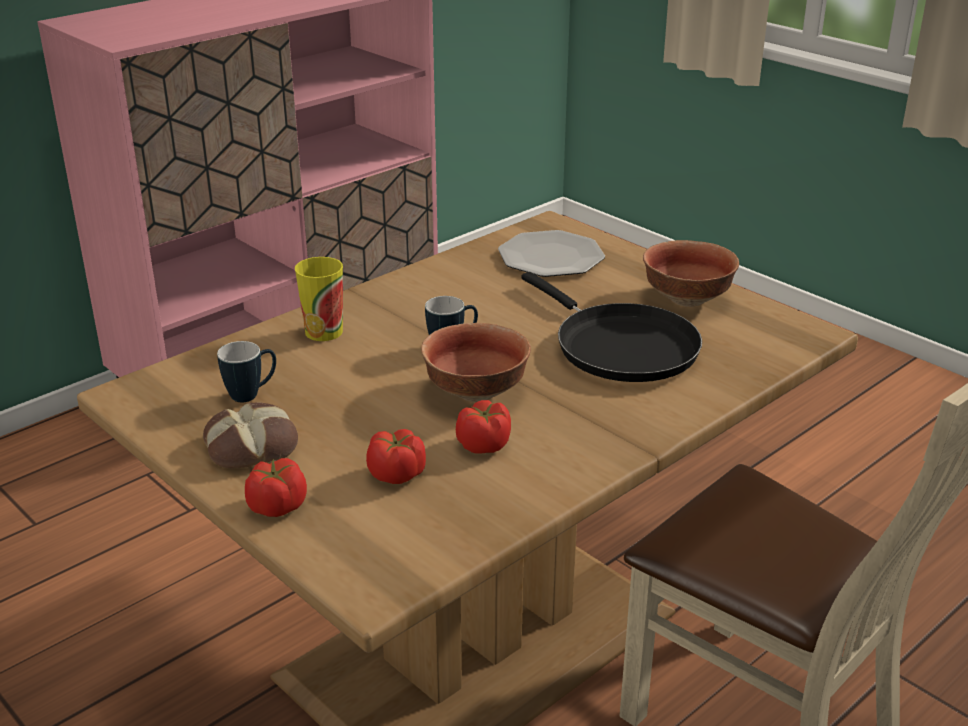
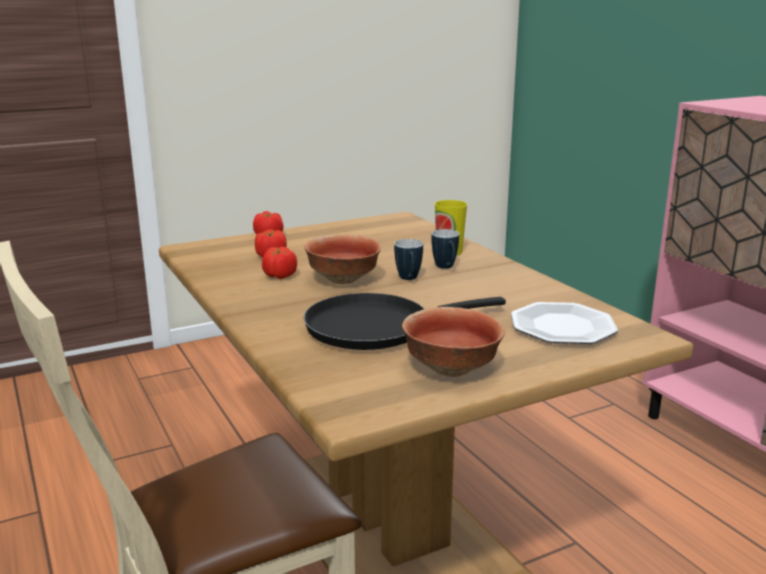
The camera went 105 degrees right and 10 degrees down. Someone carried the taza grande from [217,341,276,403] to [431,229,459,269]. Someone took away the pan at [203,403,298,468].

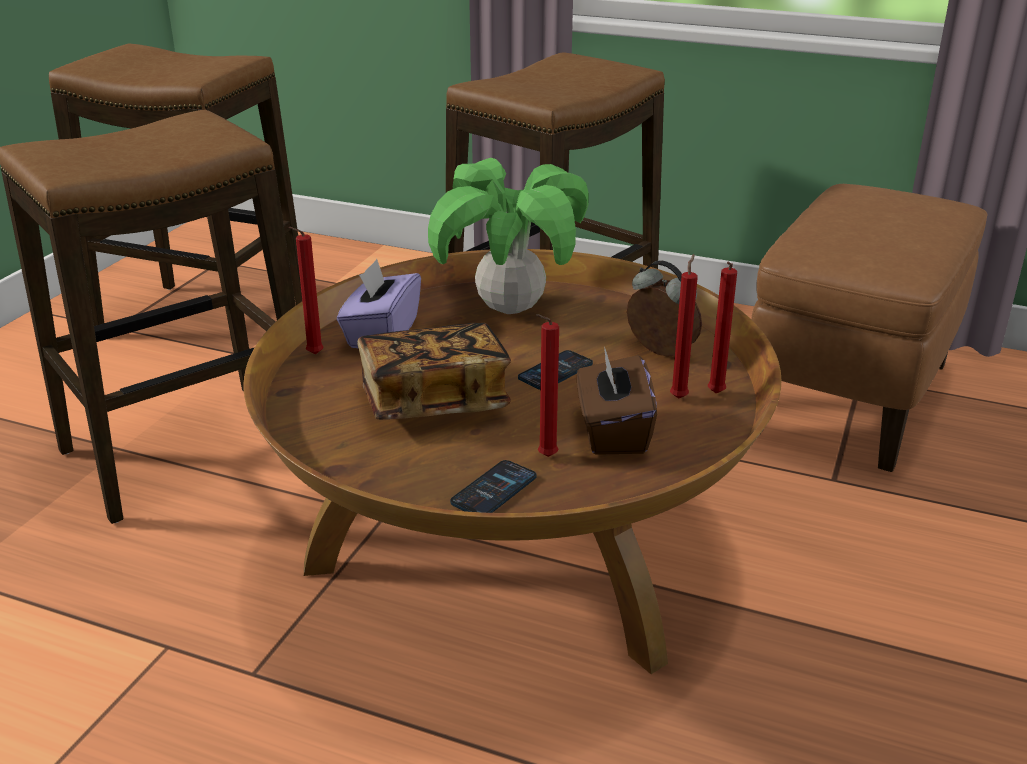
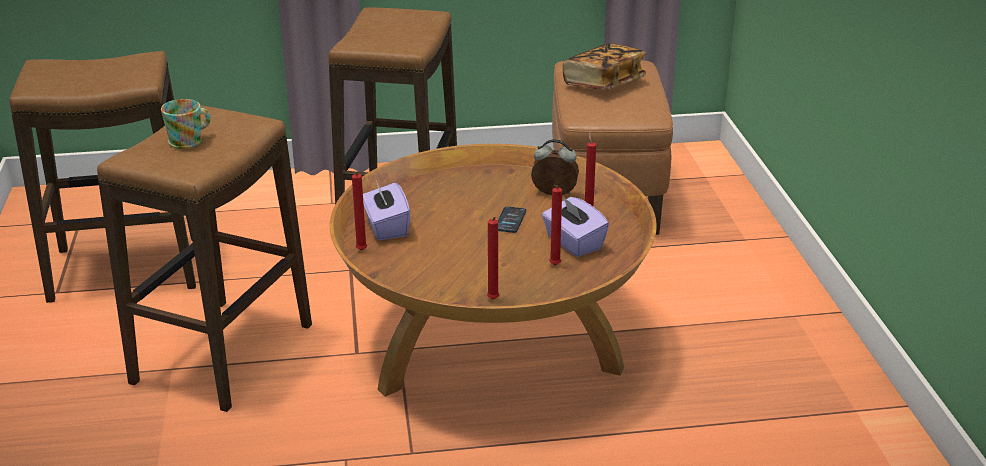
The camera went 30 degrees left and 0 degrees up. Someone put down the taza grande at [161,99,211,149]. Someone carried the vela [rojo] from [708,262,737,393] to [487,217,499,299]. Someone repainted the caja de pañuelos [marrón] at [577,346,657,455], which became the caja de pañuelos [morado] at [542,196,609,257]. Someone carried the libro from [357,323,511,420] to [563,43,646,90]. Someone took away the planta en maceta at [428,158,588,314]. Someone took away the móvil at [450,460,536,513].

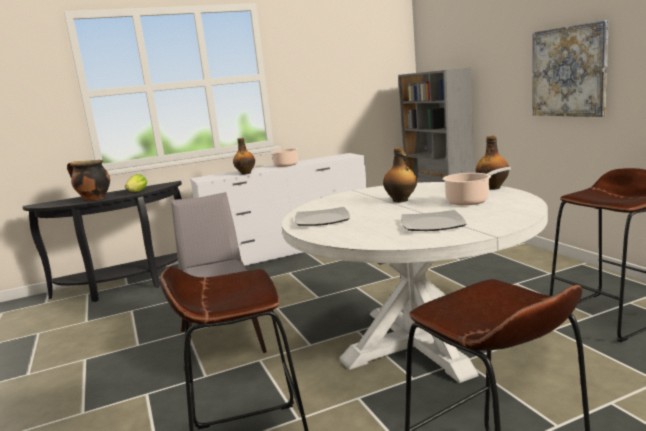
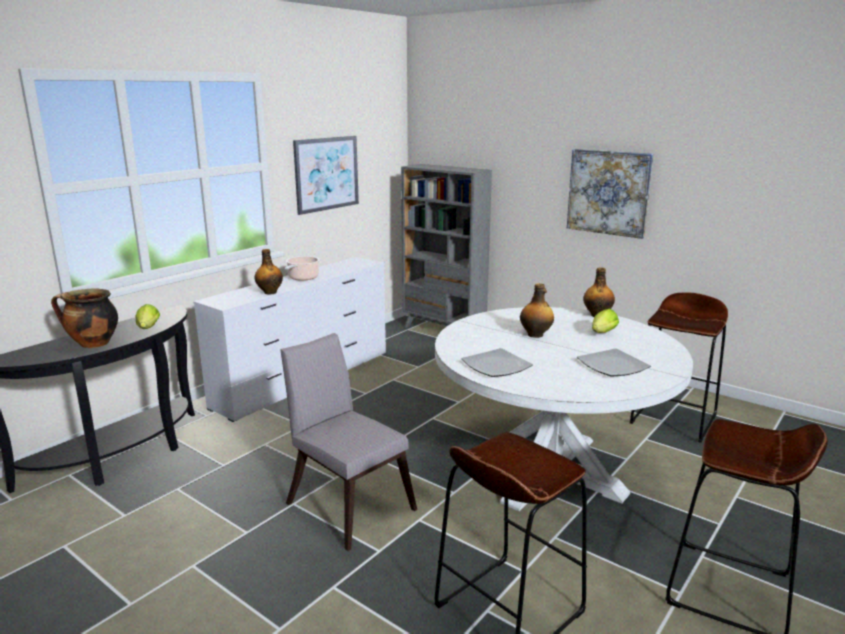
The camera went 30 degrees left and 5 degrees up. Someone put up the cuadro at [293,136,359,215]. Someone swapped the olla at [443,167,511,205] for the lechuga at [592,309,619,333].

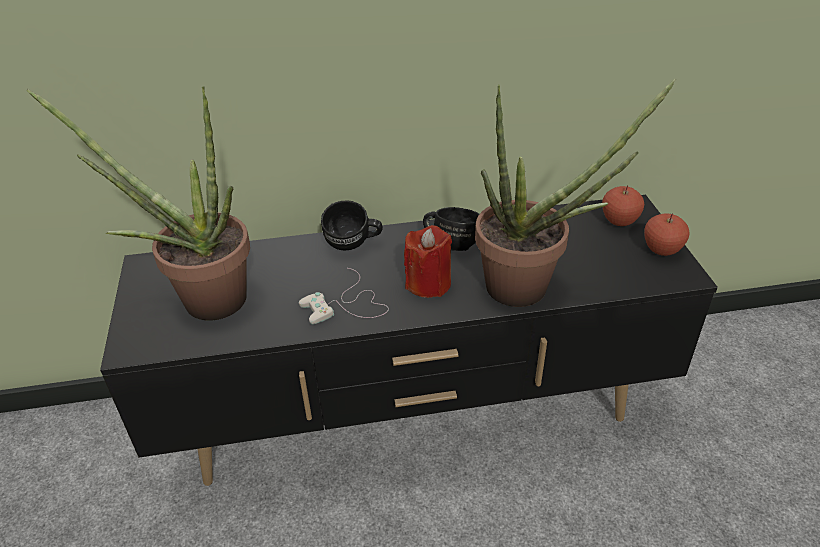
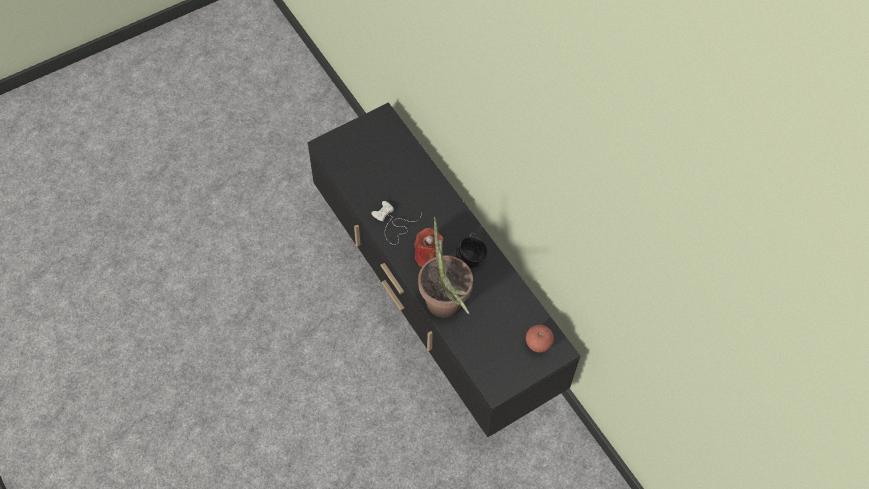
The camera went 65 degrees right and 20 degrees up. Someone took away the planta en maceta at [26,86,250,321]. Someone took away the taza grande [negro] at [321,201,383,250]. Someone took away the manzana at [644,213,690,256].

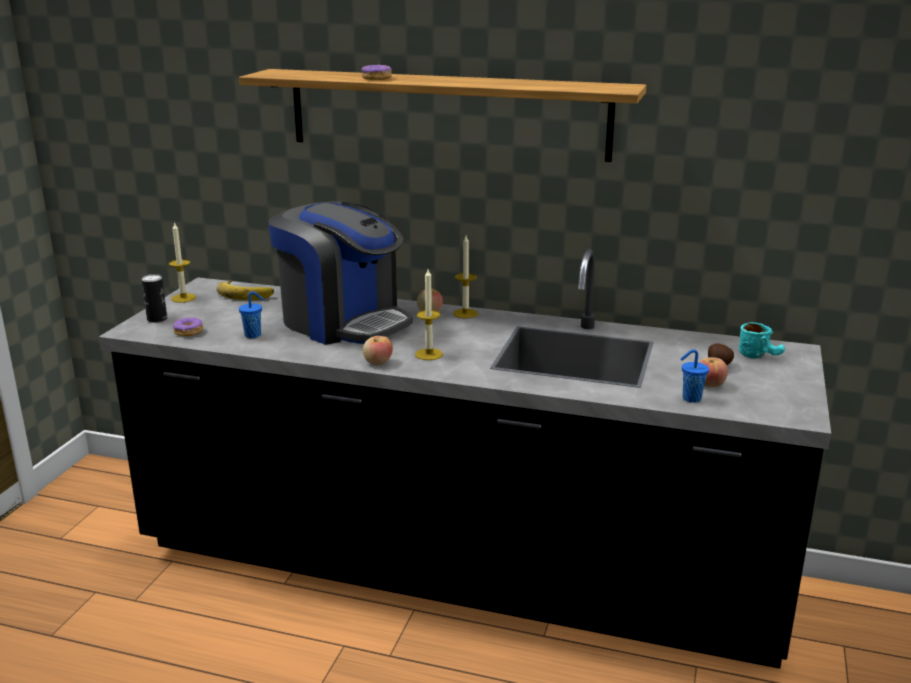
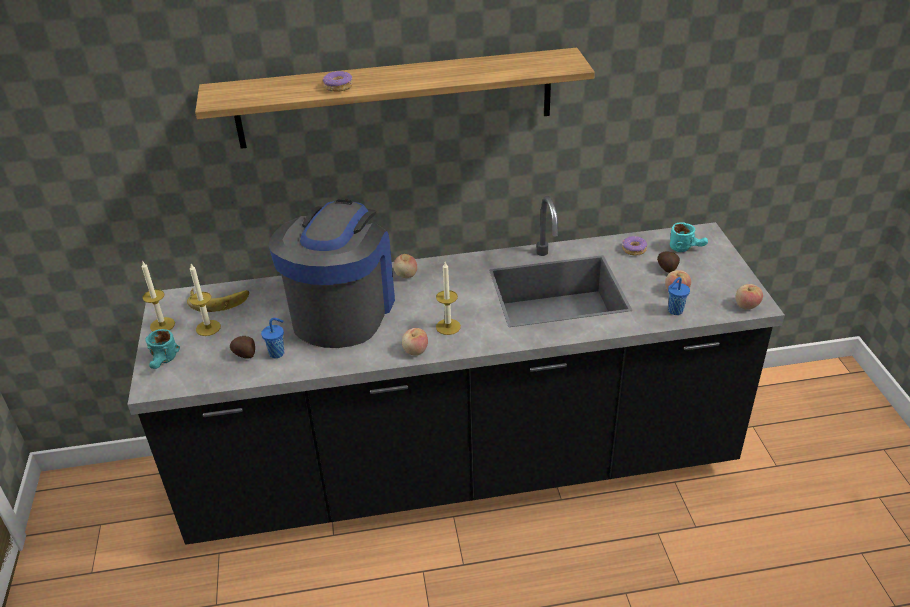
The camera went 25 degrees left and 15 degrees up. Someone swapped the lata at [142,274,167,323] for the taza grande [turquesa] at [145,329,180,369]. Someone carried the vela from [453,236,478,318] to [190,264,221,336]. Someone put down the patata at [230,336,255,359]. Someone rotated the cafetera at [268,201,413,345] by 90 degrees counterclockwise. Someone carried the rosquilla from [173,318,203,337] to [622,236,647,256]. Someone put down the manzana at [736,284,763,309].

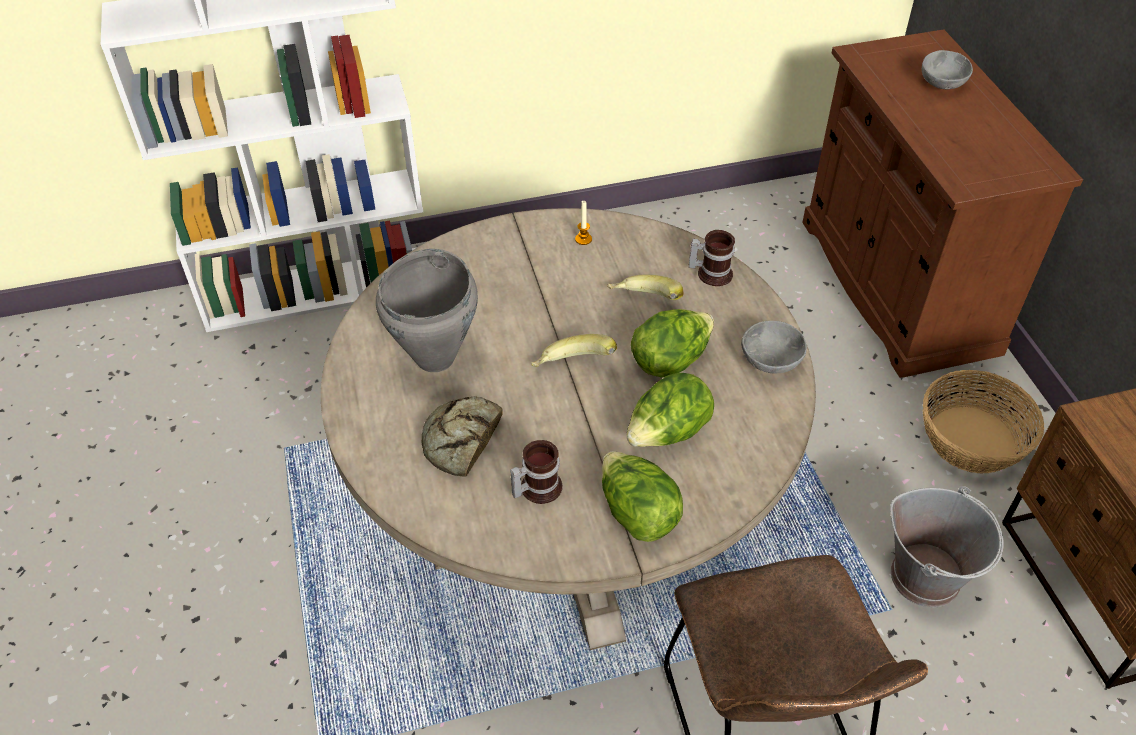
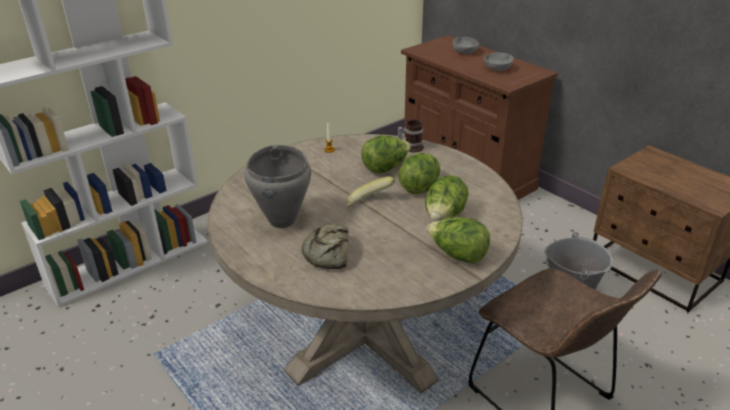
The camera went 25 degrees left and 15 degrees down. Someone swapped the plátano at [607,275,683,300] for the lechuga at [361,135,411,173]. Someone carried the cuenco [gris] from [741,321,807,373] to [484,53,514,71]. Someone took away the taza grande at [510,440,563,504]. Someone took away the cesta at [923,370,1044,474].

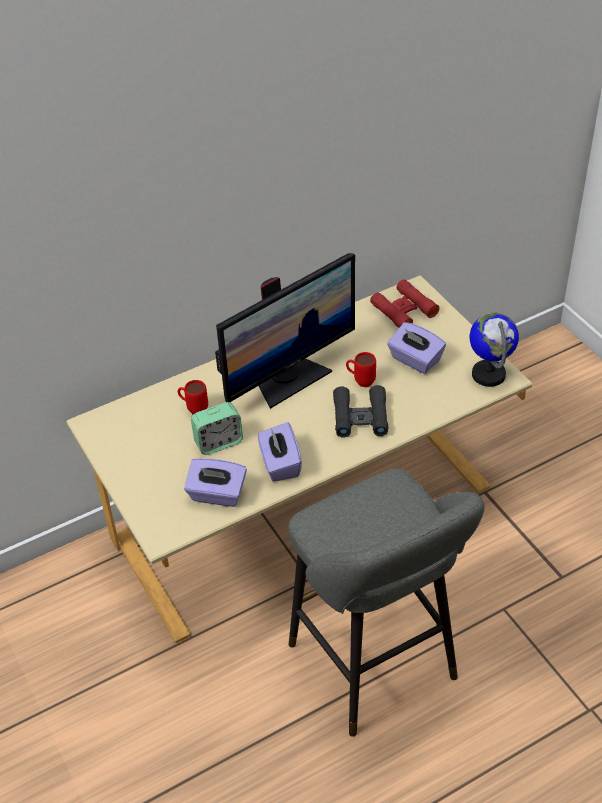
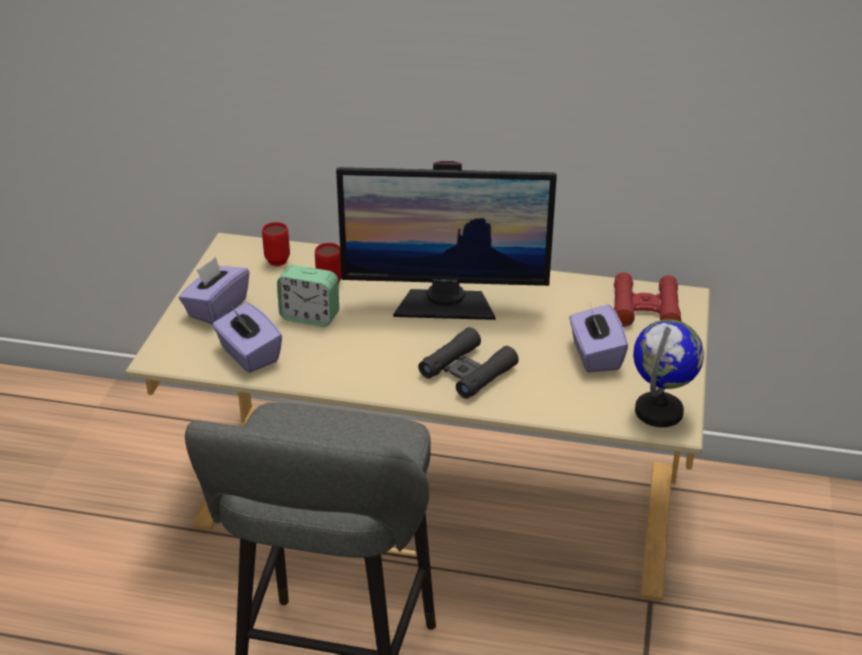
The camera went 40 degrees right and 10 degrees down. Someone carried the caja de pañuelos [morado] from [258,422,302,482] to [179,257,249,324]. Someone carried the taza grande [rojo] from [346,352,376,387] to [262,222,290,266].

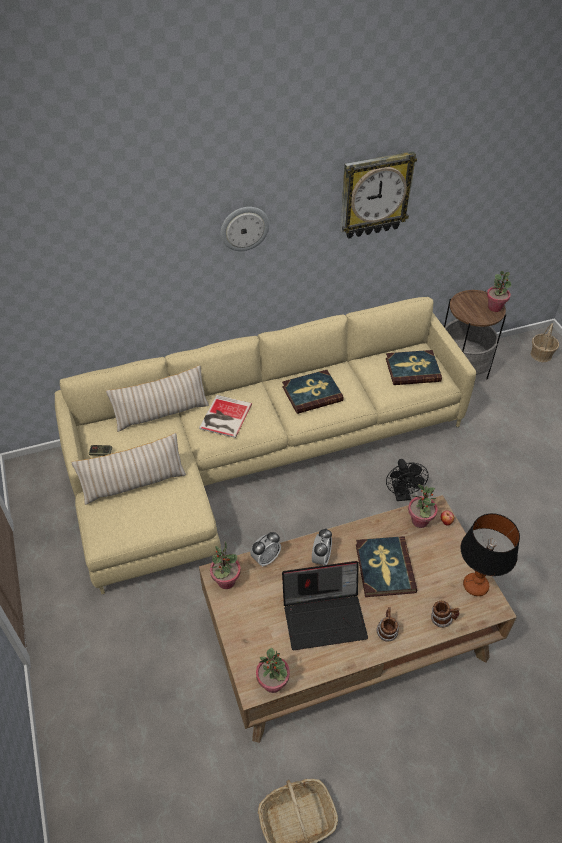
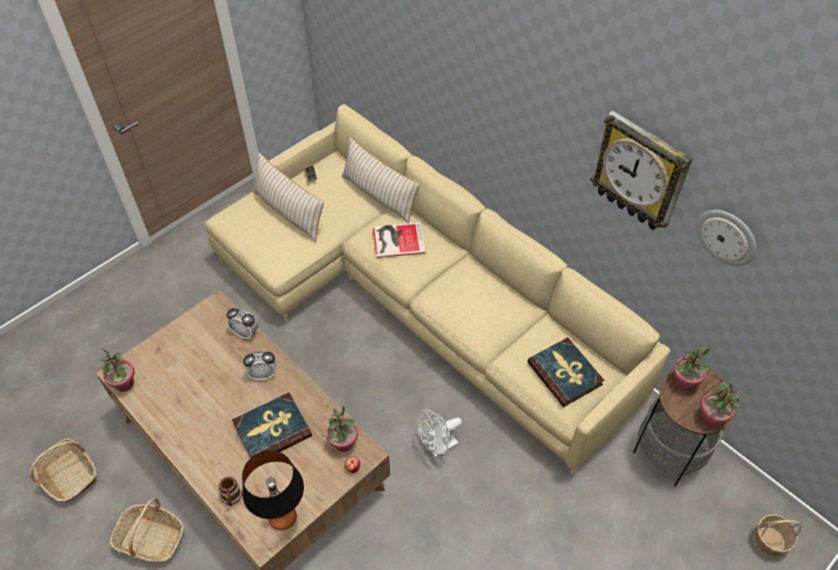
The camera went 65 degrees right and 5 degrees up. Someone put down the cesta at [110,498,184,562]. Someone repainted the ventilador [negro] at [386,459,429,501], which became the ventilador [blanco] at [418,409,462,457]. Someone carried the planta en maceta from [210,542,241,589] to [674,345,710,390]. Someone carried the reloj de pared from [221,207,269,251] to [696,210,757,266]. Someone took away the libro at [282,370,344,414]. Someone took away the portátil at [282,561,368,650]. Someone took away the taza grande at [376,607,399,642].

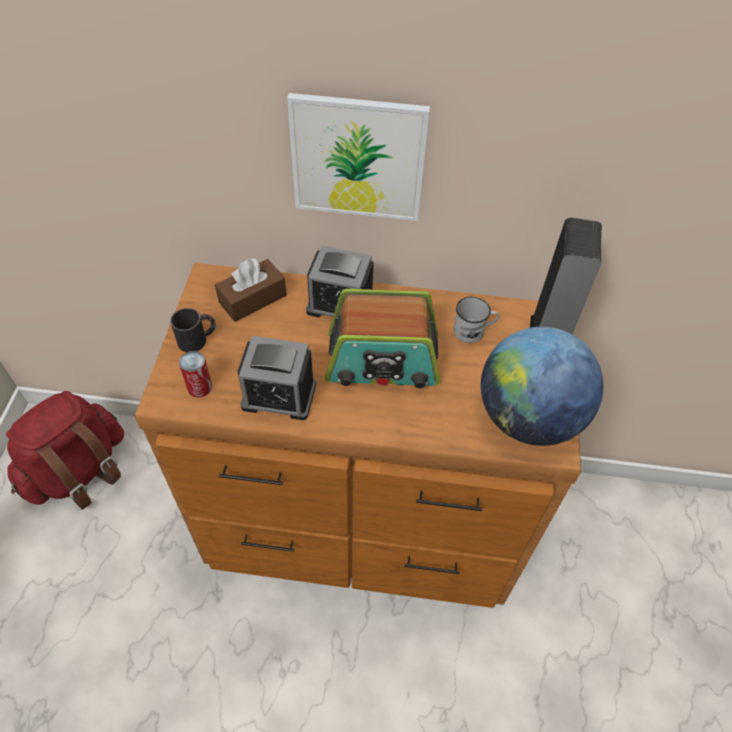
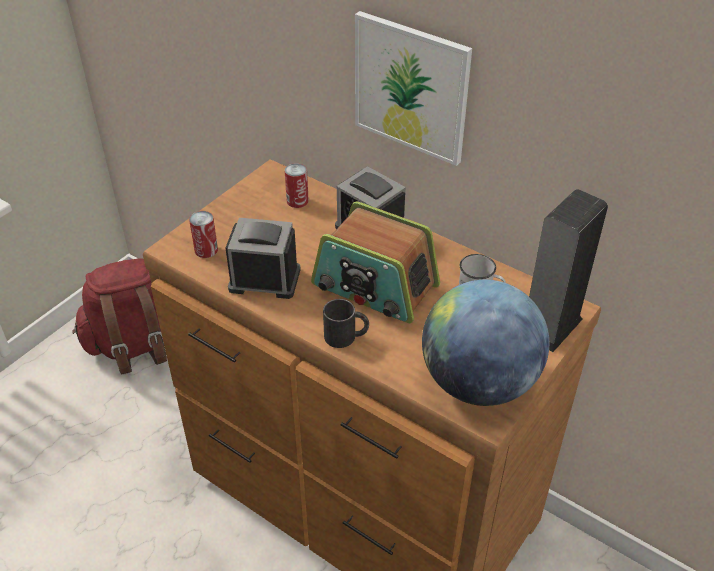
The camera went 30 degrees right and 10 degrees down. Someone rotated the despertador at [237,336,316,420] by 150 degrees clockwise. Someone swapped the caja de pañuelos [marrón] at [215,258,287,322] for the lata at [285,163,309,208]. Someone carried the taza grande [negro] from [170,308,216,352] to [323,299,369,348].

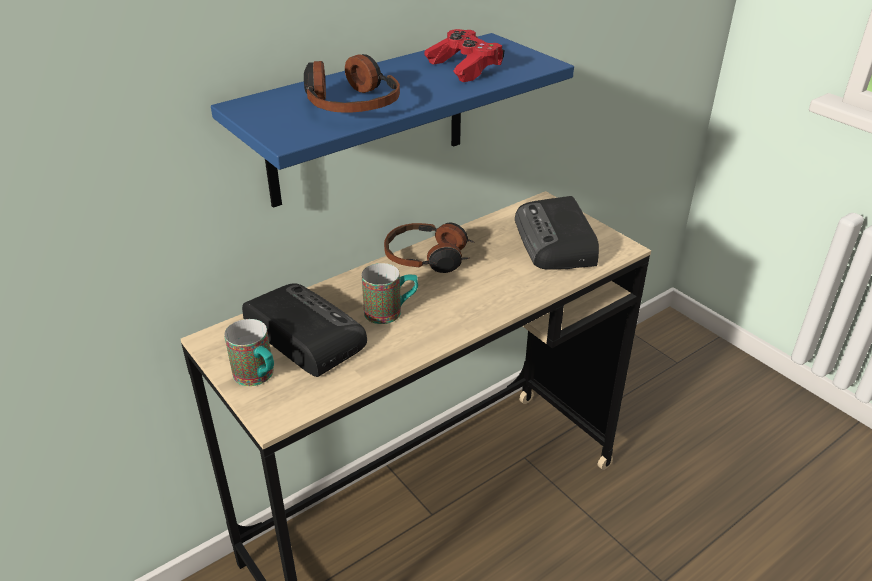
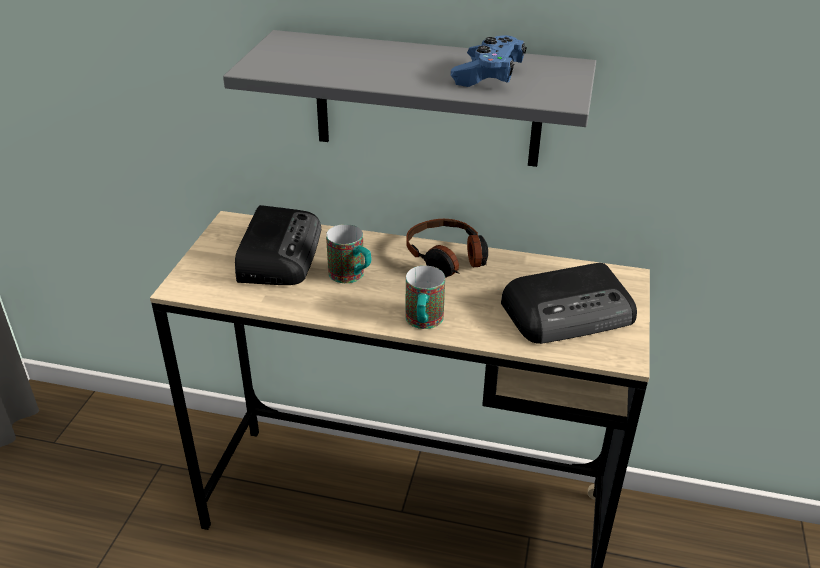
The camera went 50 degrees right and 0 degrees up. Someone repainted the estante [azul] at [211,33,574,208], which became the estante [gris] at [223,30,596,167]. Someone carried the taza grande from [224,319,274,386] to [405,266,445,329]. Someone repainted the mando de consola [rojo] at [424,29,505,82], which became the mando de consola [azul] at [451,35,527,87]. Someone rotated the radio at [515,196,599,270] by 150 degrees counterclockwise. Someone took away the auriculares at [304,54,400,113].

